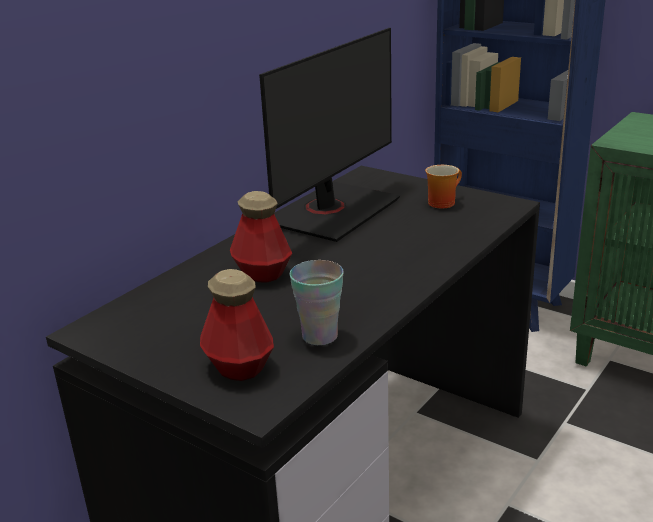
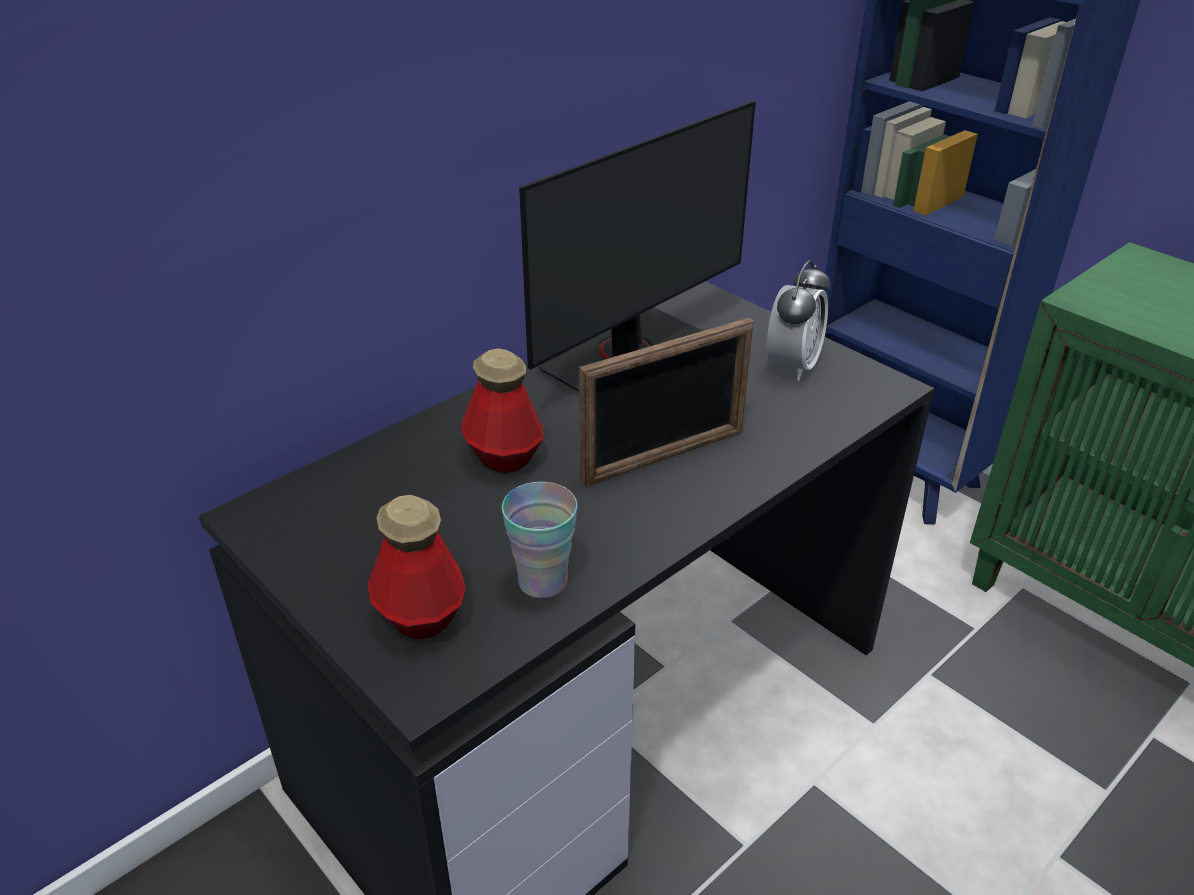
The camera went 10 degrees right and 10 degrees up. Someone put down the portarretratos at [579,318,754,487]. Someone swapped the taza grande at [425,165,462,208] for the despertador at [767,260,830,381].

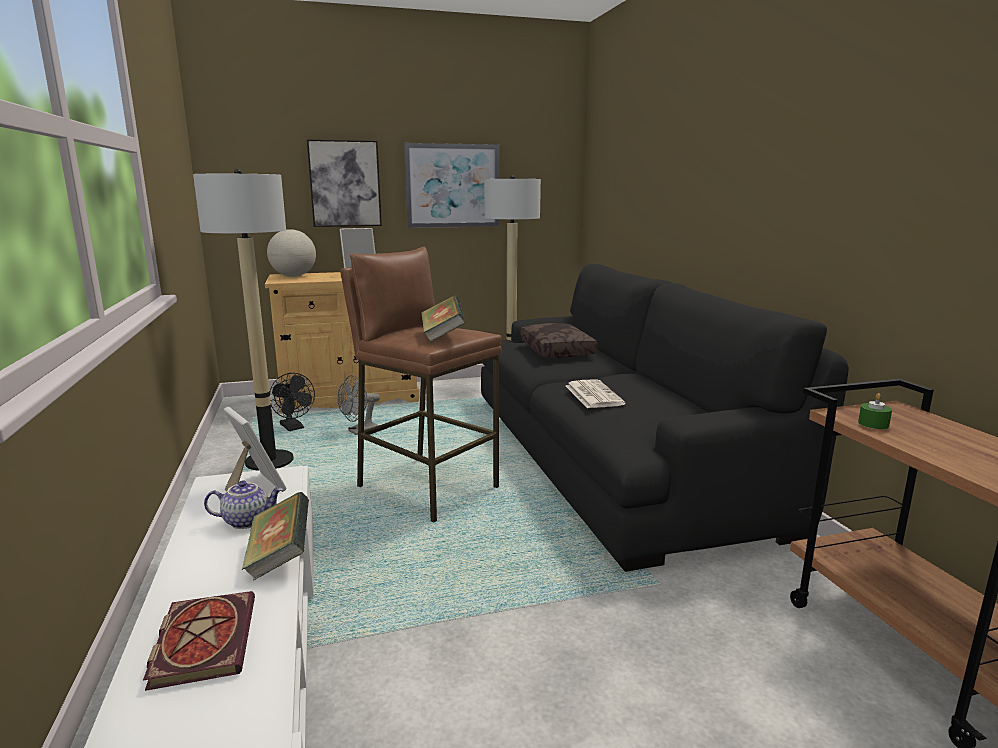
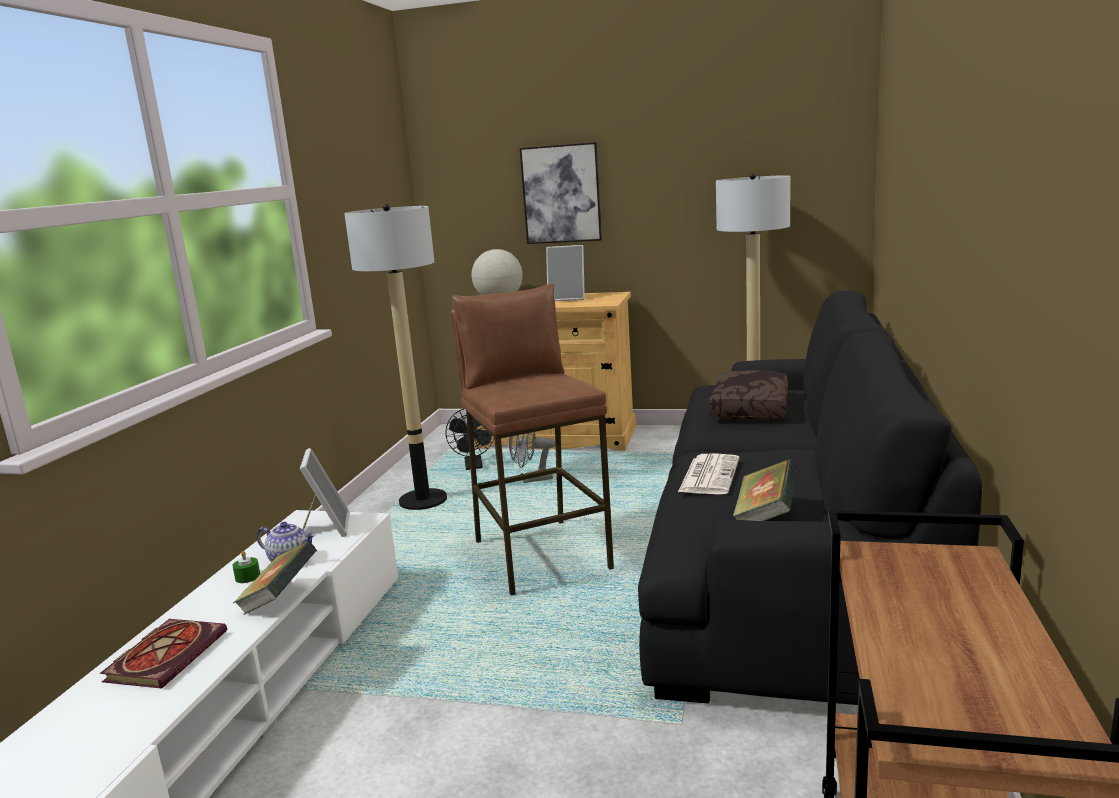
The camera went 30 degrees right and 0 degrees up. Someone carried the vela [verde] from [858,393,892,429] to [232,551,260,583]. Someone carried the libro from [421,295,466,342] to [733,459,797,521]. Someone took away the cuadro at [404,143,499,228].

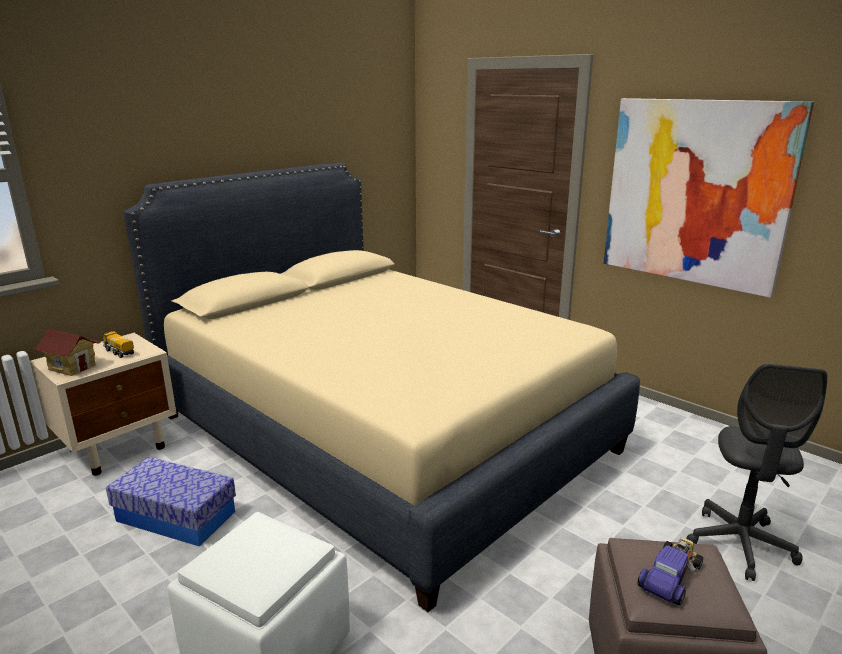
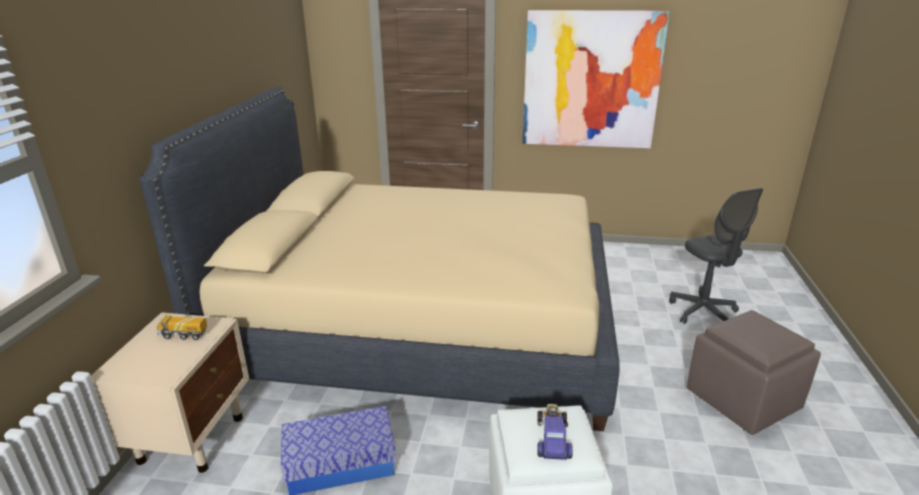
The camera went 35 degrees left and 5 degrees up. Someone carried the coche de juguete from [637,537,703,605] to [537,404,572,460]. Someone took away the casita at [34,329,101,376].

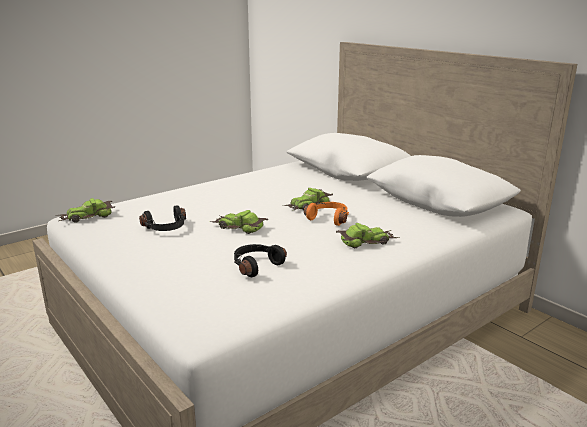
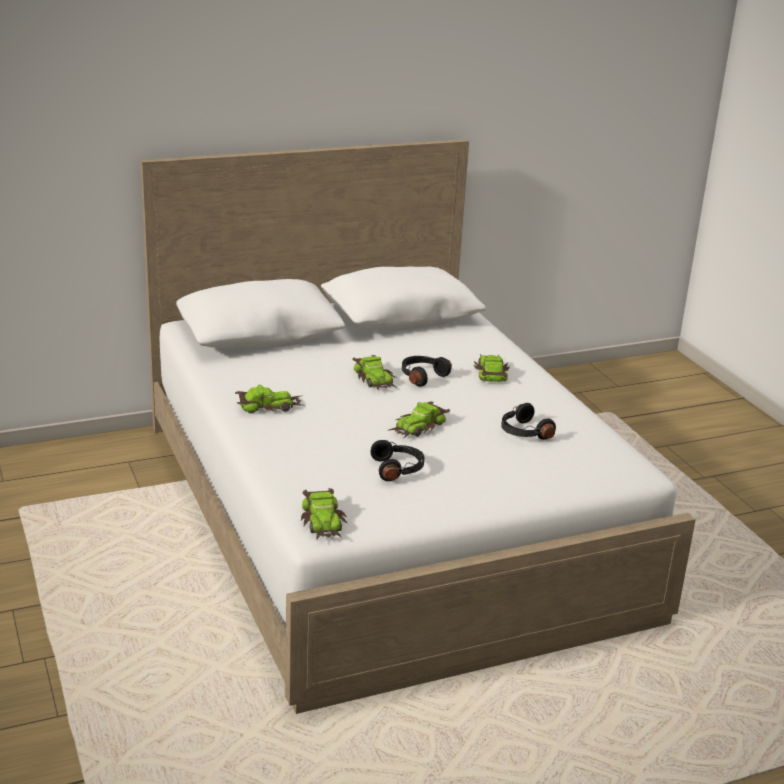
The camera went 75 degrees left and 5 degrees up. Someone put down the coche de juguete at [235,385,302,413]. Someone repainted the auriculares [naranja] at [304,202,349,226], which became the auriculares [negro] at [402,356,452,387].

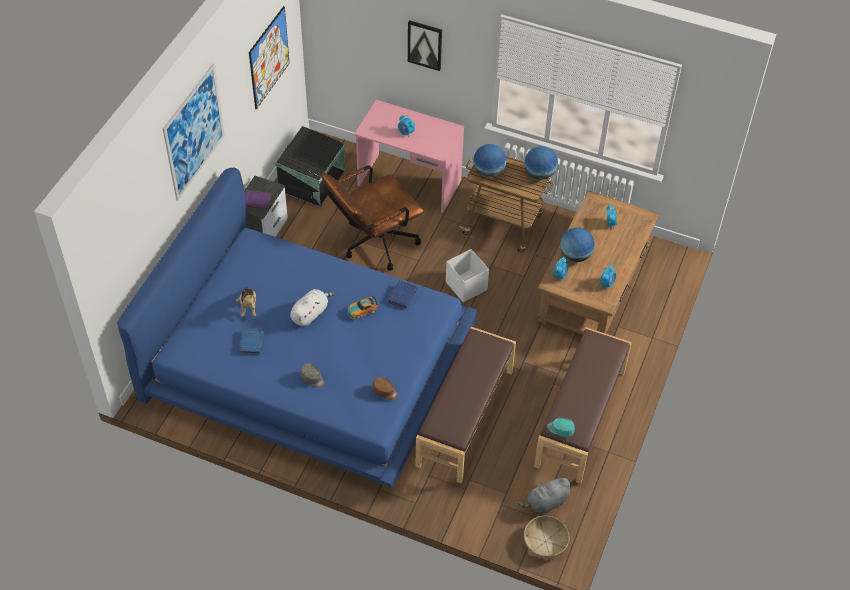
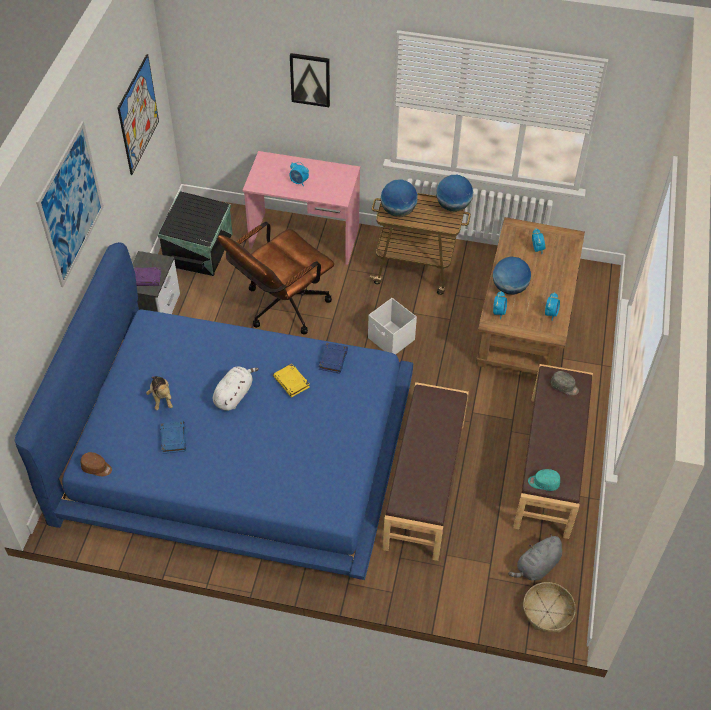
The camera went 10 degrees left and 0 degrees up. Someone carried the gorra [marrón] from [372,377,398,400] to [81,452,112,476]. Someone swapped the coche de juguete at [348,296,377,319] for the libro [amarillo] at [273,364,309,397]. Someone carried the gorra [gris] from [300,364,324,388] to [551,371,579,395].

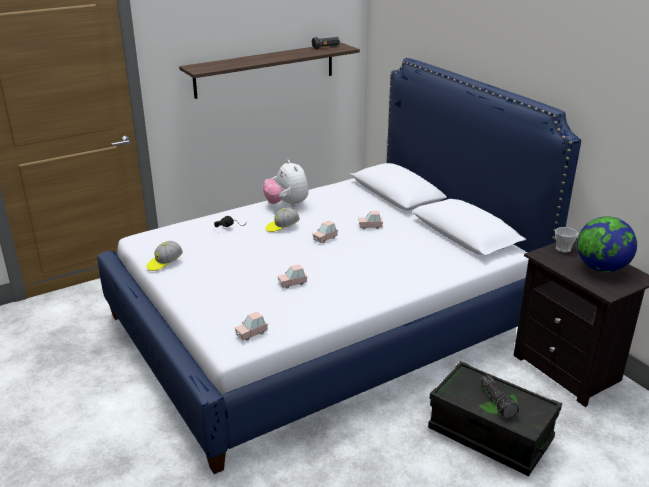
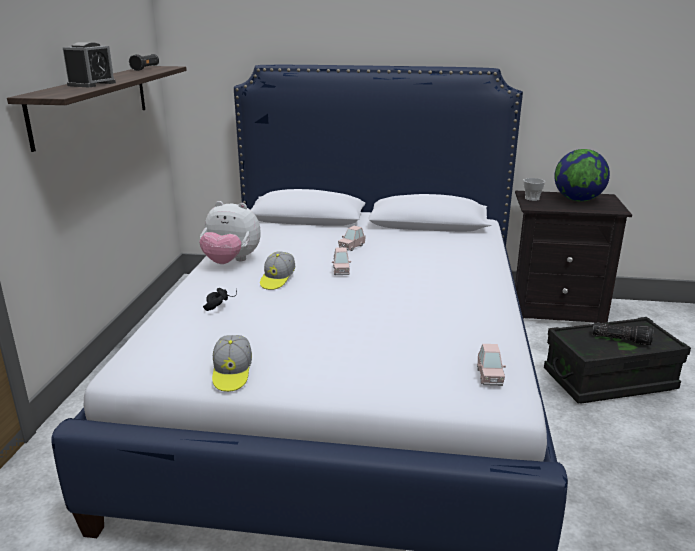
The camera went 50 degrees left and 5 degrees down. Someone put down the despertador at [62,42,116,87]. Someone took away the coche de juguete [rosa] at [278,264,307,288].

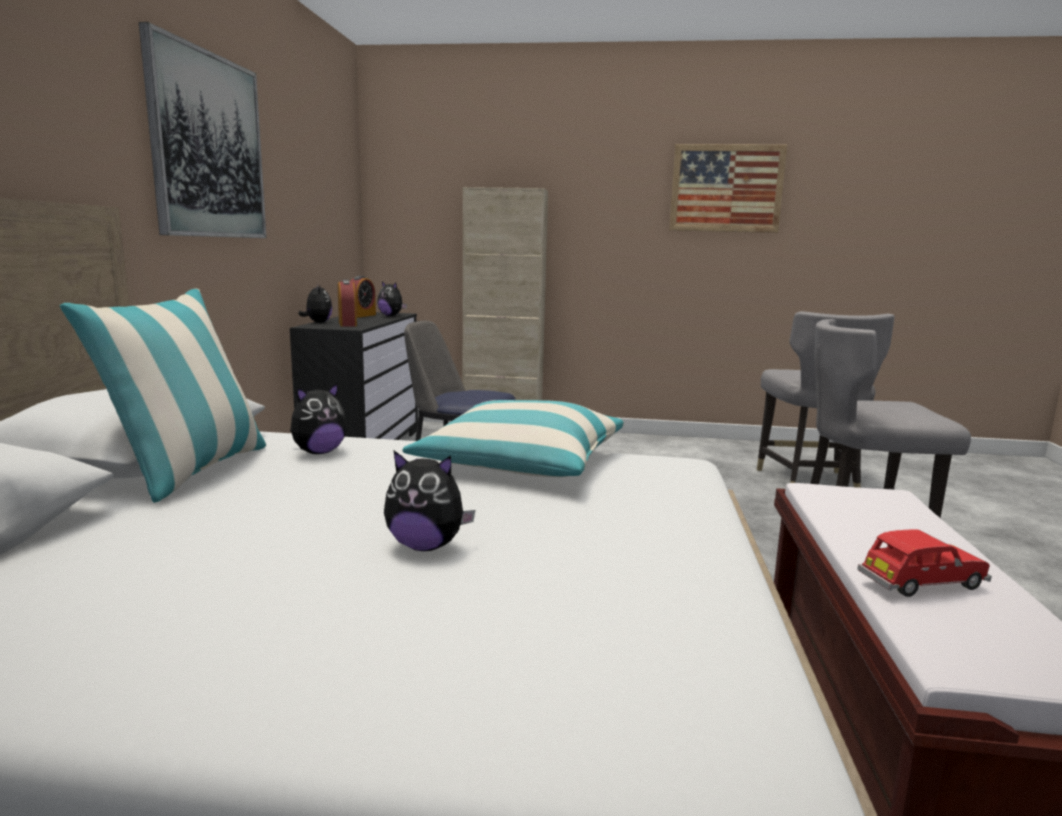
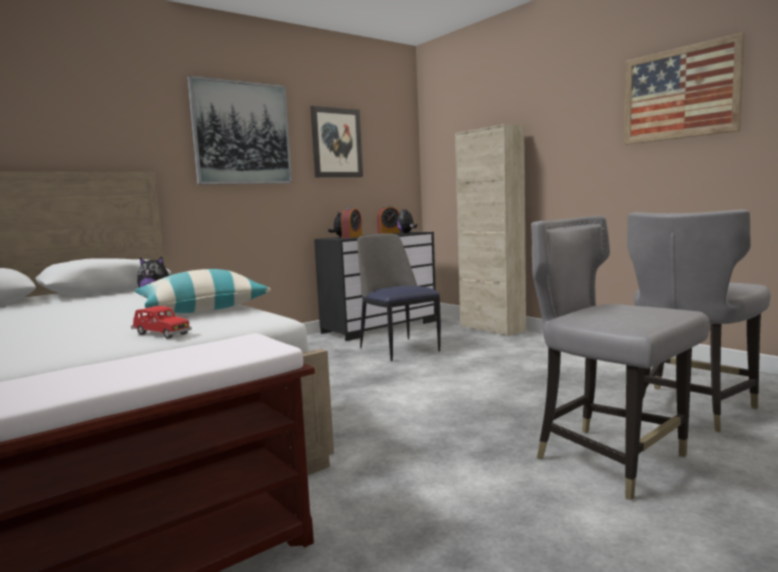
The camera went 45 degrees right and 5 degrees down. Someone carried the coche de juguete [rojo] from [857,529,992,597] to [131,306,192,339]. Someone put up the cuadro at [310,106,363,178]. Someone took away the cojín at [60,288,266,503]. Someone took away the peluche at [384,451,475,551].

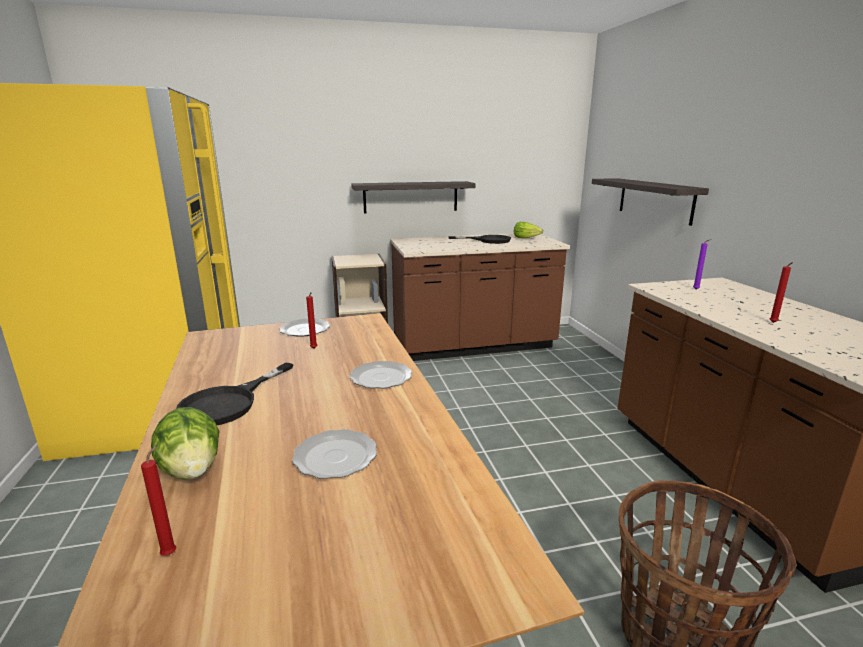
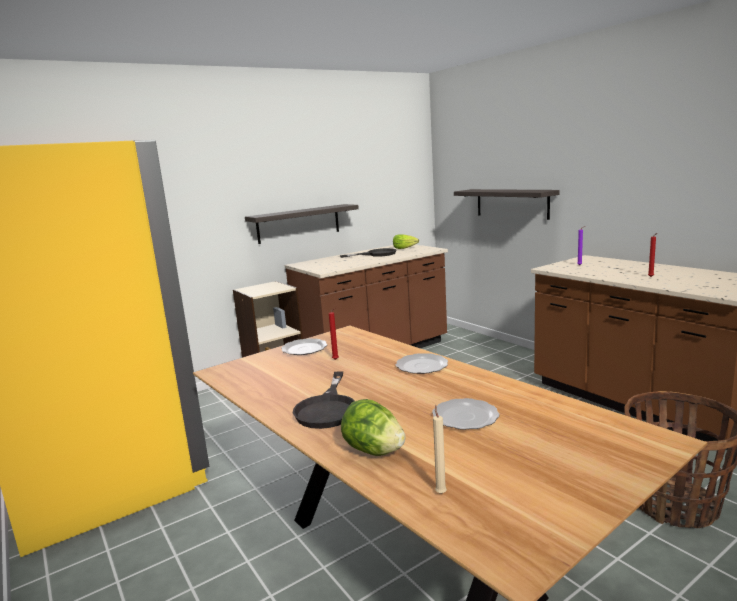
The camera went 20 degrees left and 5 degrees down. Someone repainted the vela [rojo] at [141,445,176,556], which became the vela [beis] at [433,405,447,494].

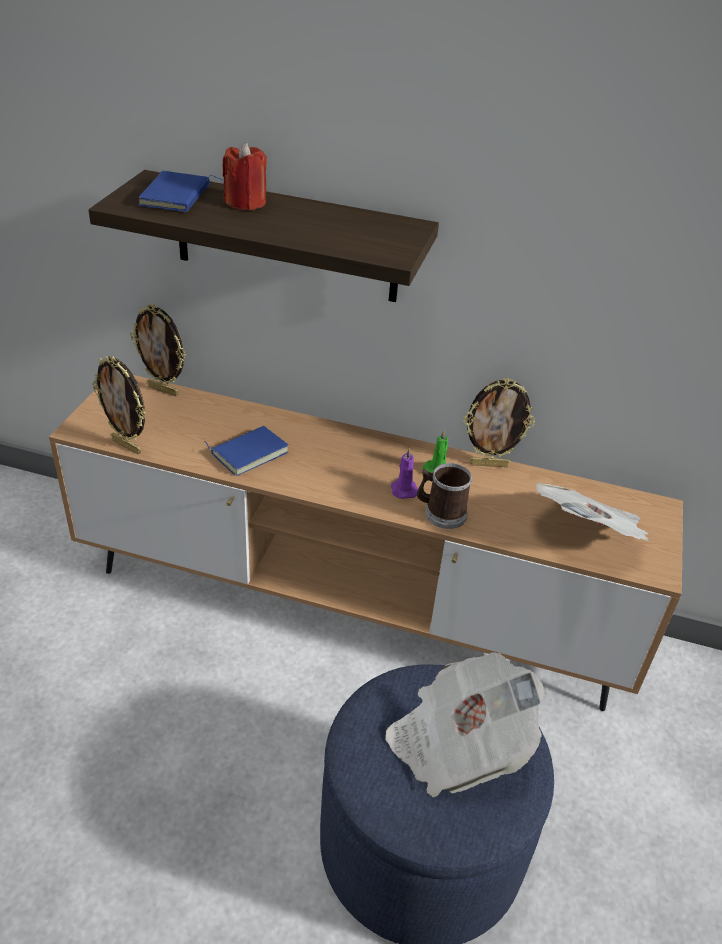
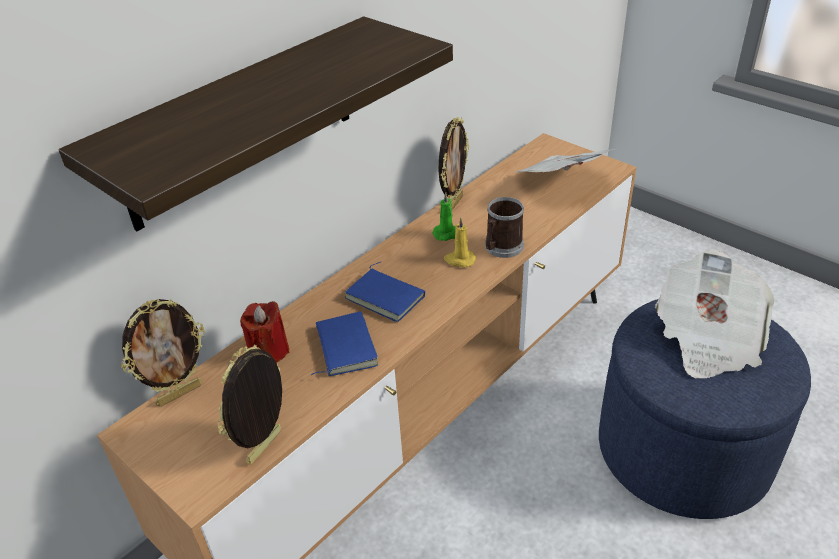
The camera went 60 degrees left and 0 degrees up. Someone rotated the portarretratos at [92,356,145,454] by 150 degrees clockwise. Someone carried the vela [rojo] from [223,142,267,210] to [240,301,290,363]. Someone carried the libro [azul] from [138,171,224,212] to [345,262,425,322]. Someone repainted the vela [morado] at [391,448,418,499], which became the vela [amarillo] at [444,217,476,268].

